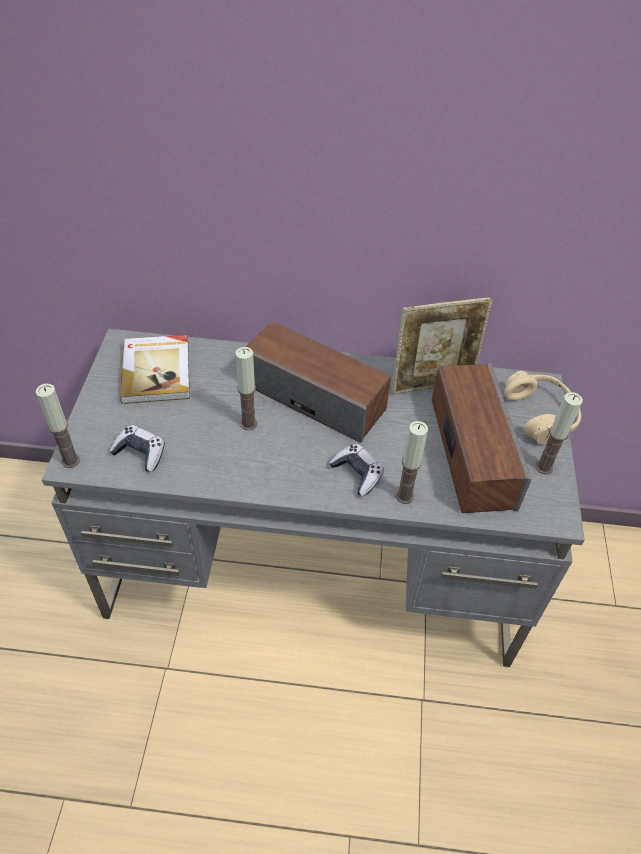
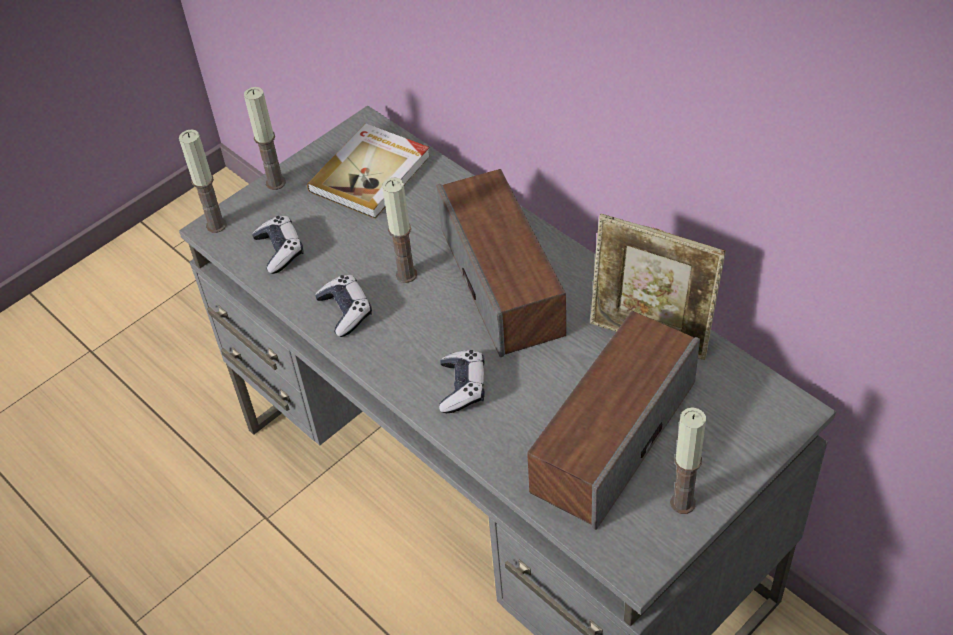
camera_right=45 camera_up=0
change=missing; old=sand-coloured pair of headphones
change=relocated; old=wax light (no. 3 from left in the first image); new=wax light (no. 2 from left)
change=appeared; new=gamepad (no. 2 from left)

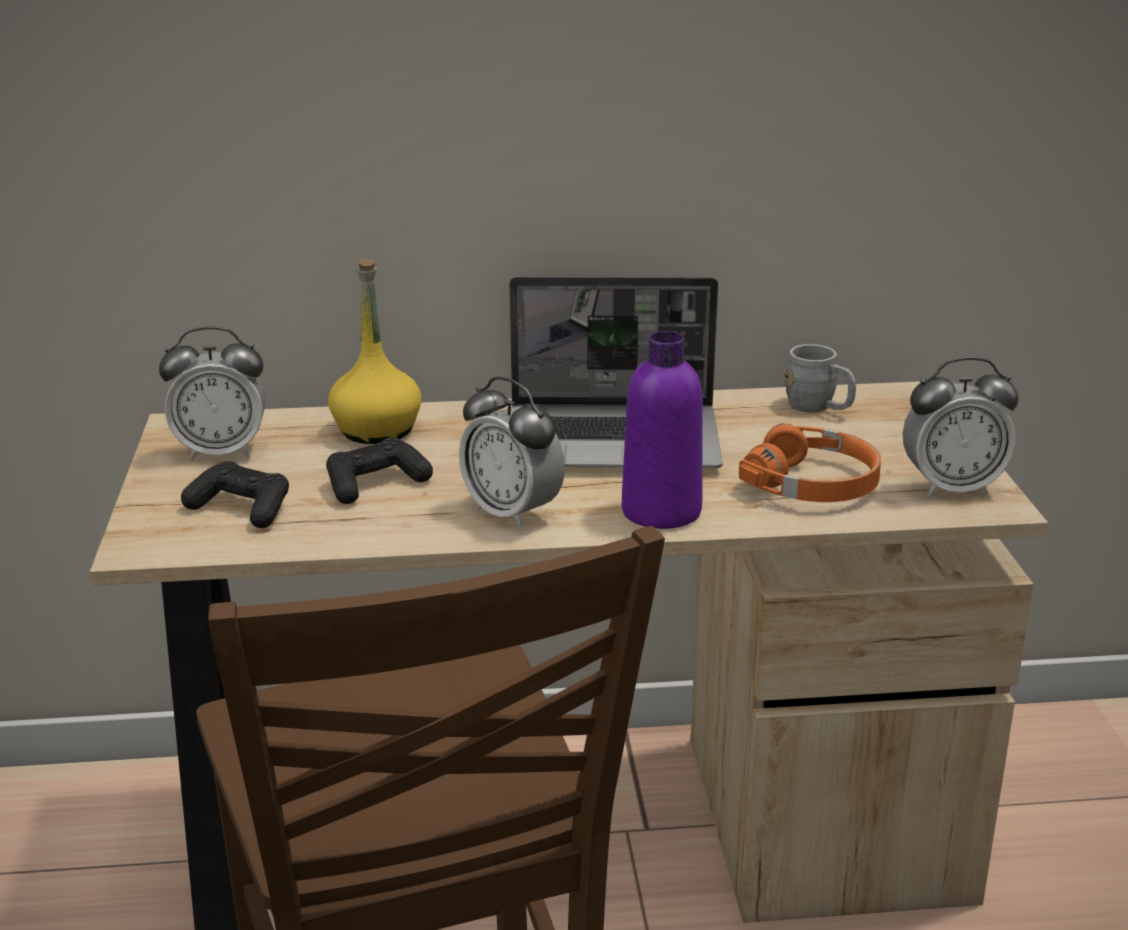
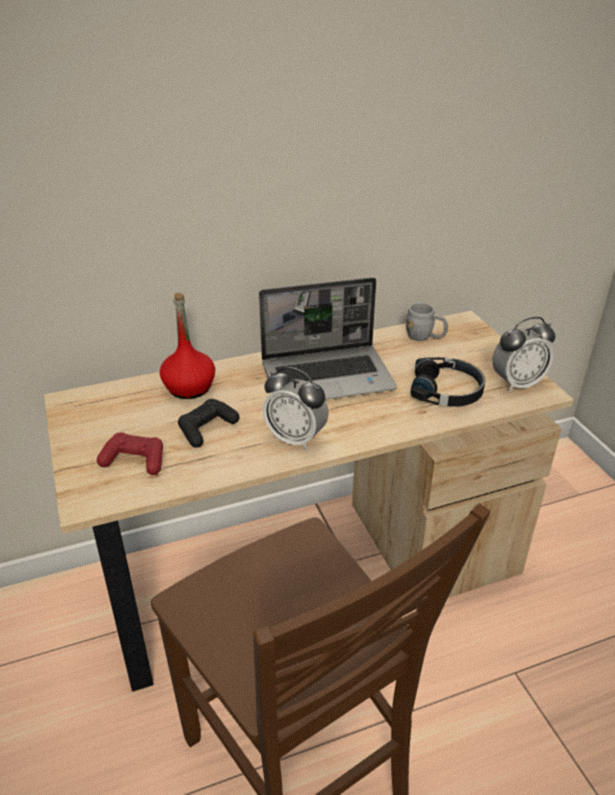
camera_right=-15 camera_up=10
change=colour; old=yellow-coloured bottle; new=red-coloured bottle
change=missing; old=alarm clock (no. 1 from left)
change=missing; old=purple-coloured bottle
change=colour; old=orange pair of headphones; new=blackish pair of headphones
change=colour; old=blackish gamepad (no. 1 from left); new=red-coloured gamepad

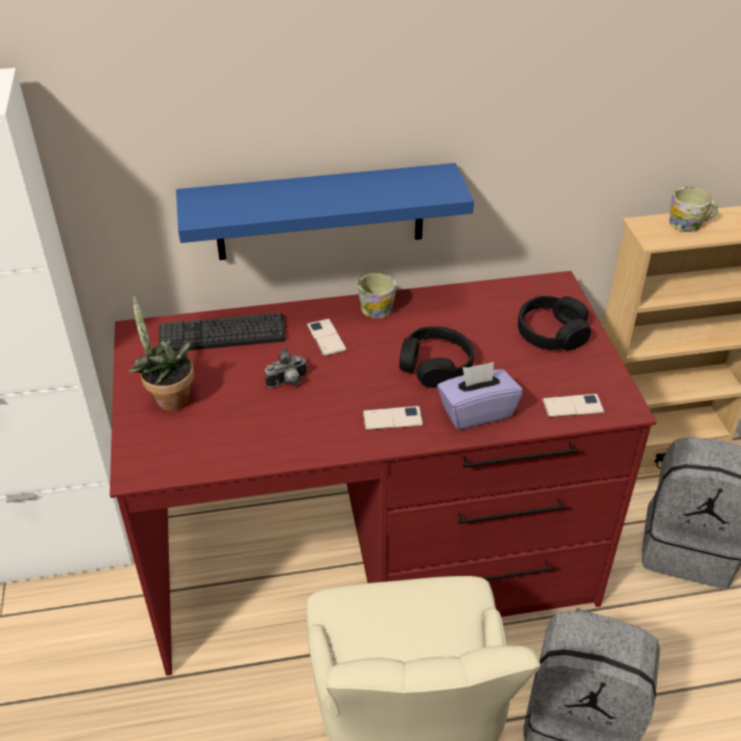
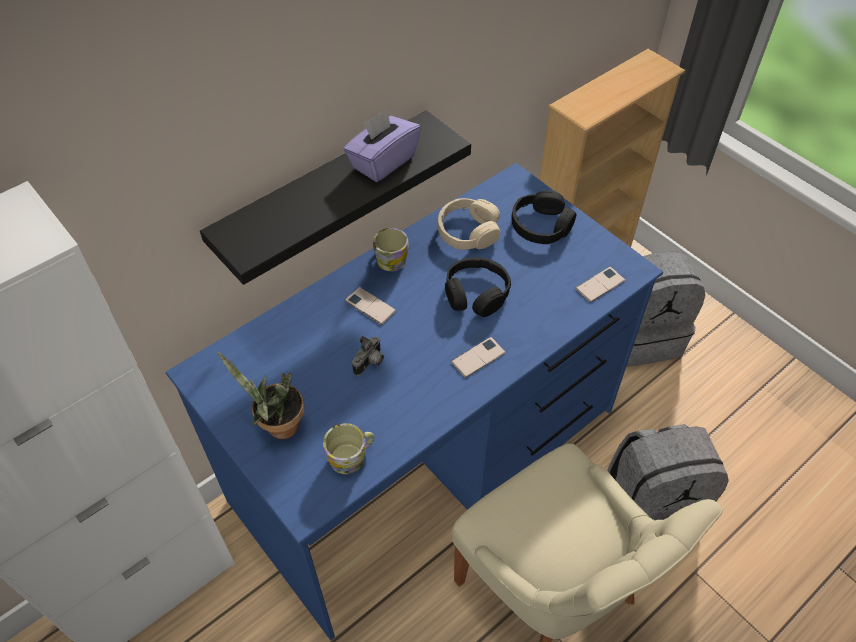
camera_right=-30 camera_up=10
change=colour; old=bluish wall shelf; new=blackish wall shelf
change=relocated; old=tea mug (no. 2 from left in the first image); new=tea mug (no. 1 from left)
change=colour; old=red-coloured desk table; new=bluish desk table
change=missing; old=keyboard
change=relocated; old=purple-coloured tissue box
change=appeared; new=sand-coloured pair of headphones

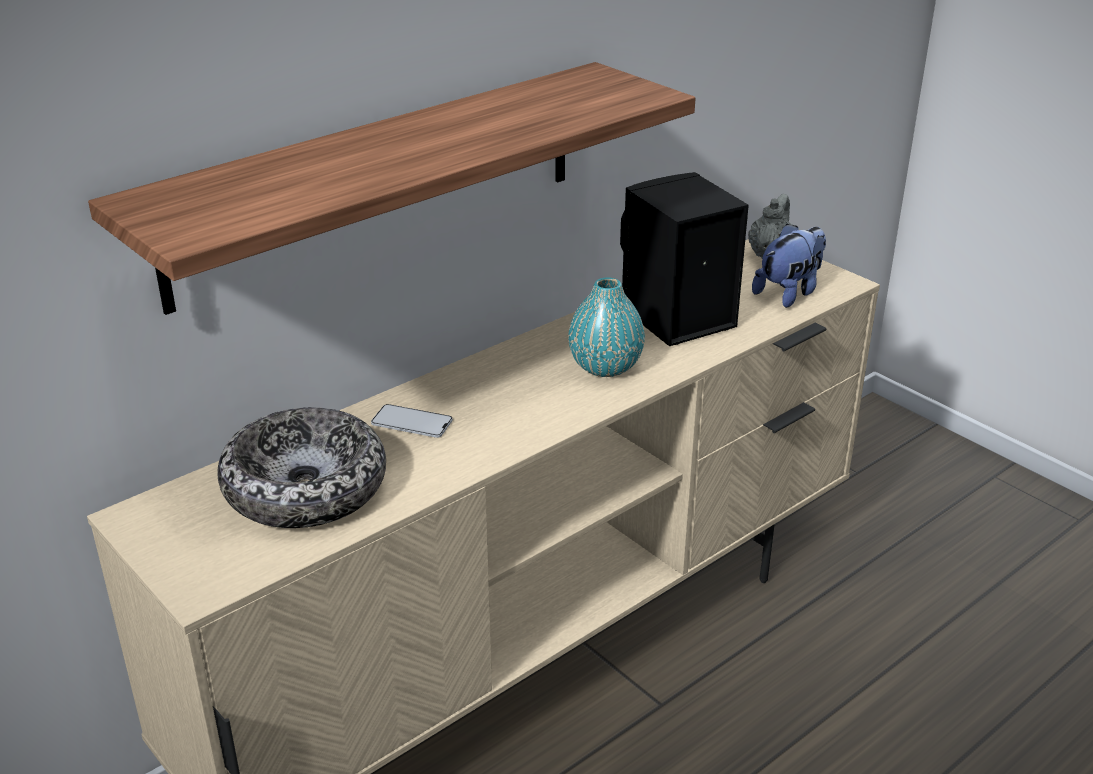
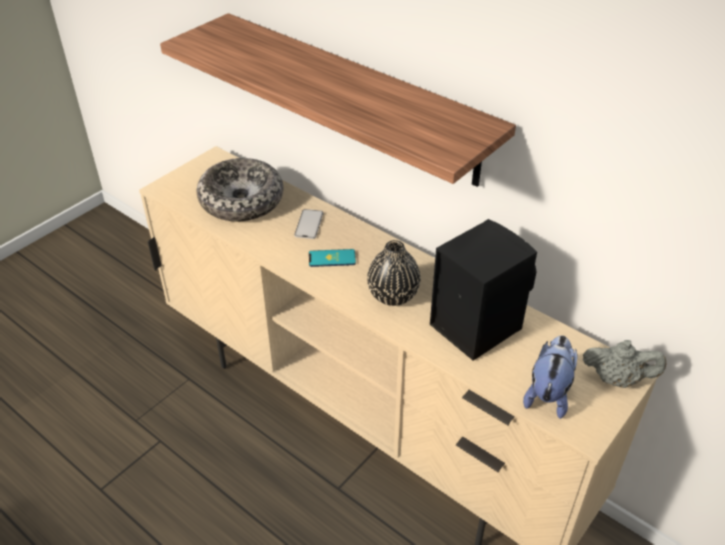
camera_right=80 camera_up=10
change=spun; old=soft toy; degrees=-105
change=colour; old=turquoise-coloured flower vase; new=blackish flower vase
change=appeared; new=telephone (no. 2 from left)

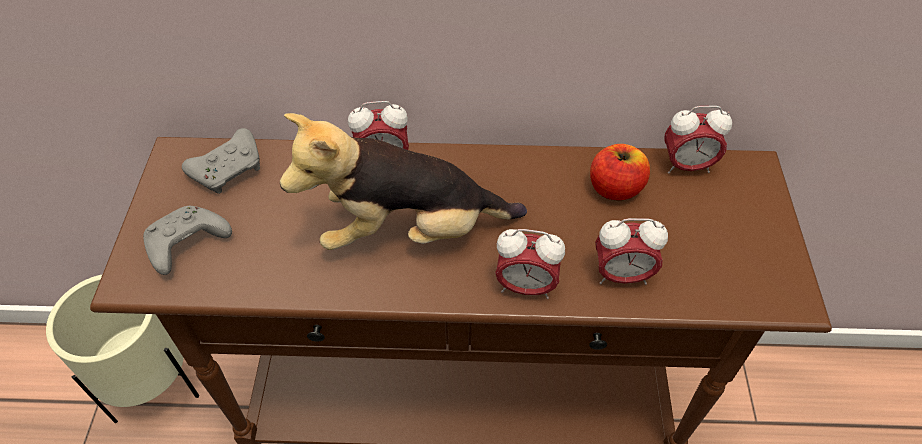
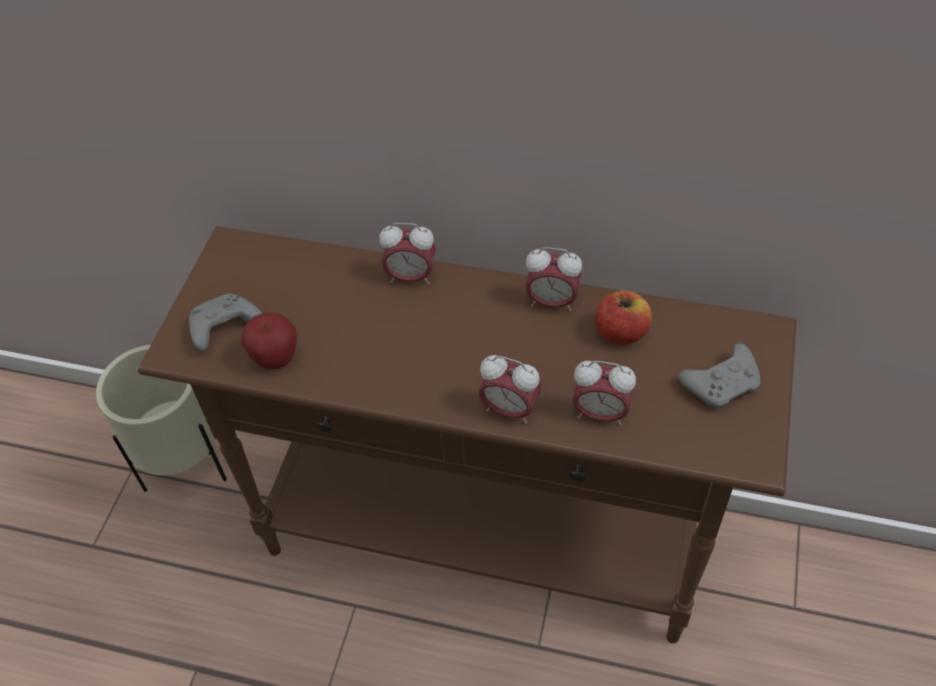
camera_right=15 camera_up=0
change=relocated; old=alarm clock (no. 4 from left in the first image); new=alarm clock (no. 3 from left)
change=missing; old=soft toy
change=relocated; old=grey gamepad (no. 2 from left)
change=appeared; new=apple (no. 1 from left)

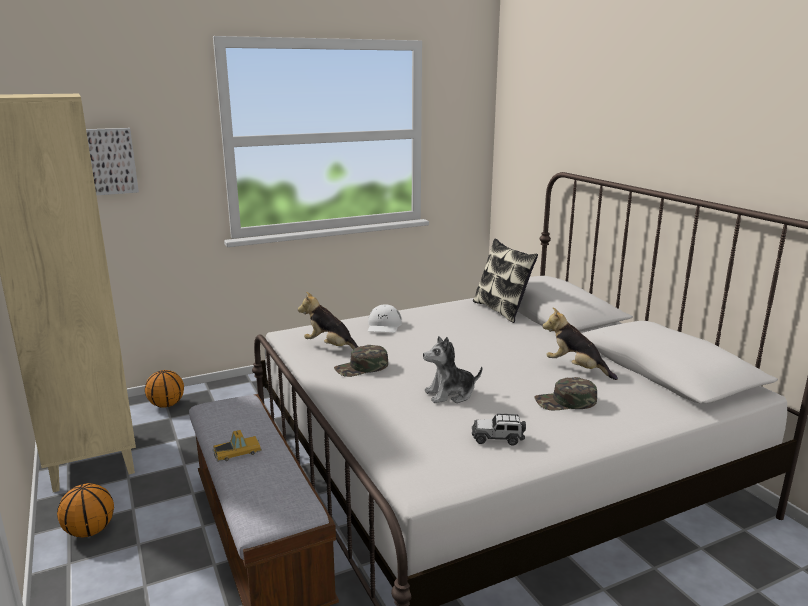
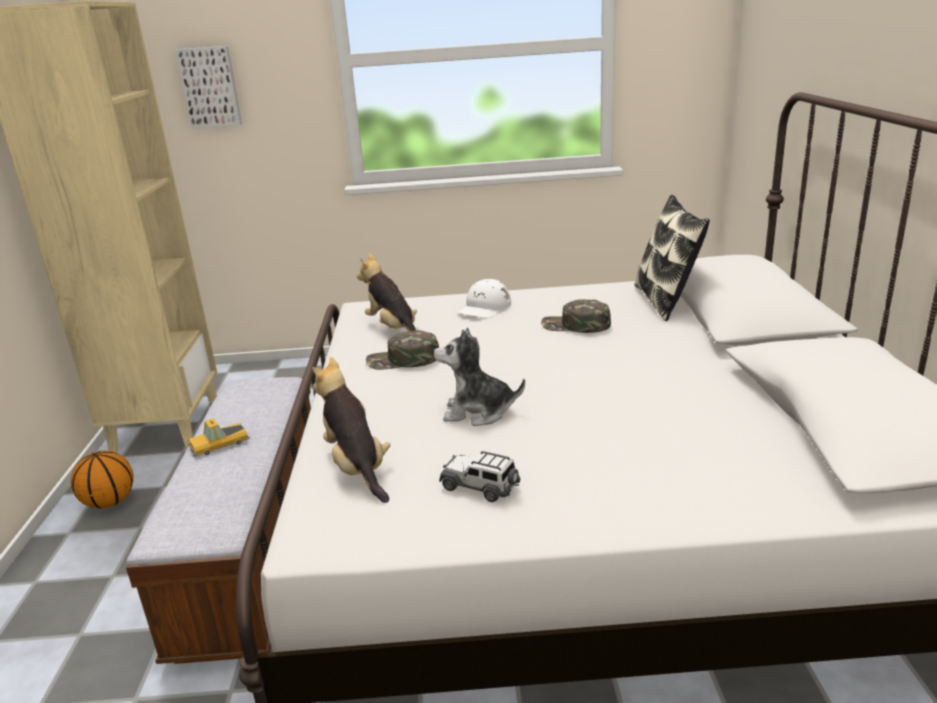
camera_right=25 camera_up=5
change=relocated; old=soft toy (no. 3 from left in the first image); new=soft toy (no. 1 from left)
change=missing; old=ball for basketball (no. 2 from left)
change=relocated; old=greenish peaked cap (no. 2 from left)
change=spun; old=miniature car (no. 1 from left); degrees=150

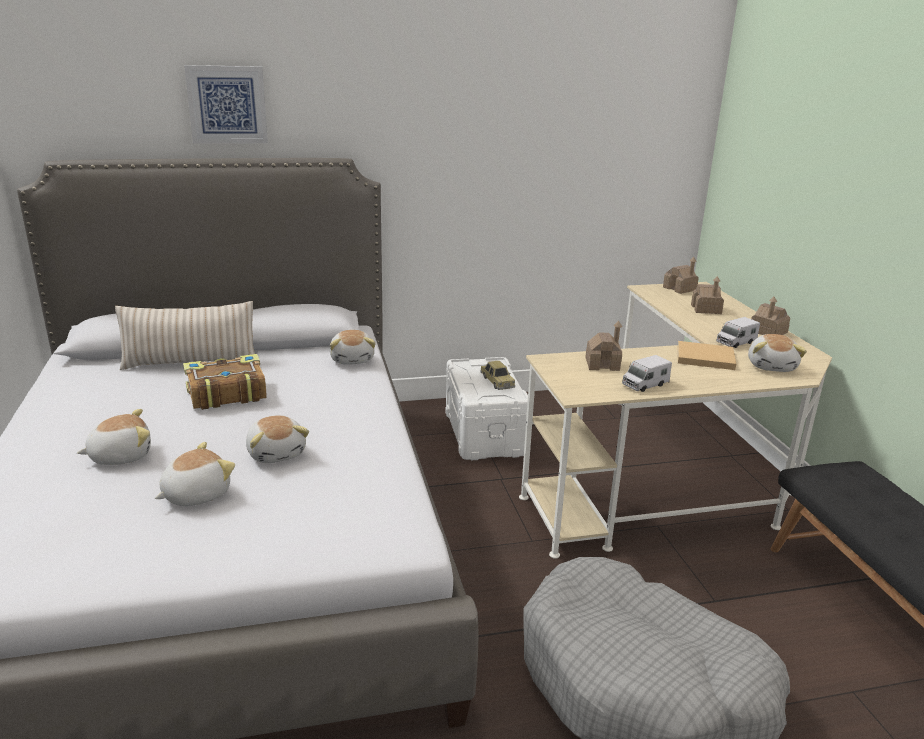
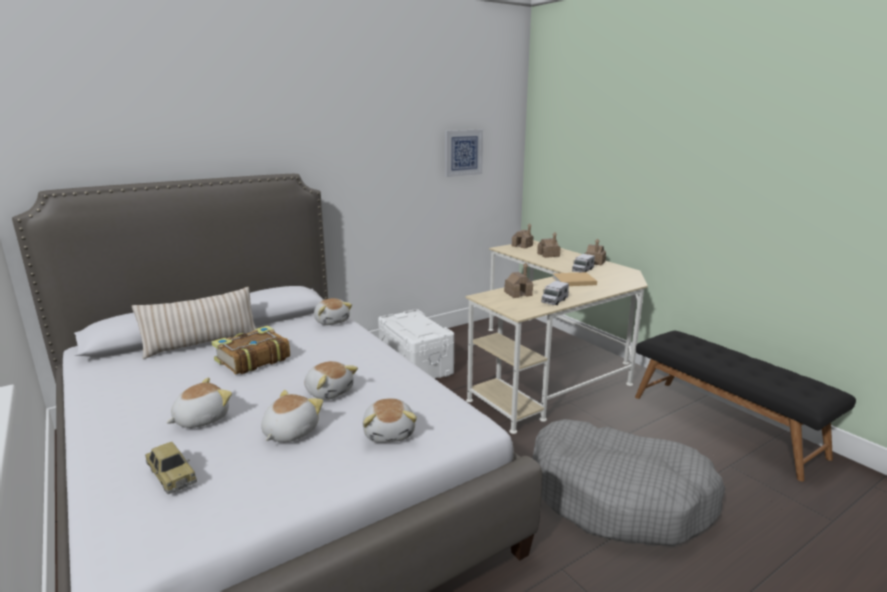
camera_right=-20 camera_up=-5
change=relocated; old=wall picture
change=relocated; old=soft toy (no. 5 from left)
change=relocated; old=miniature car

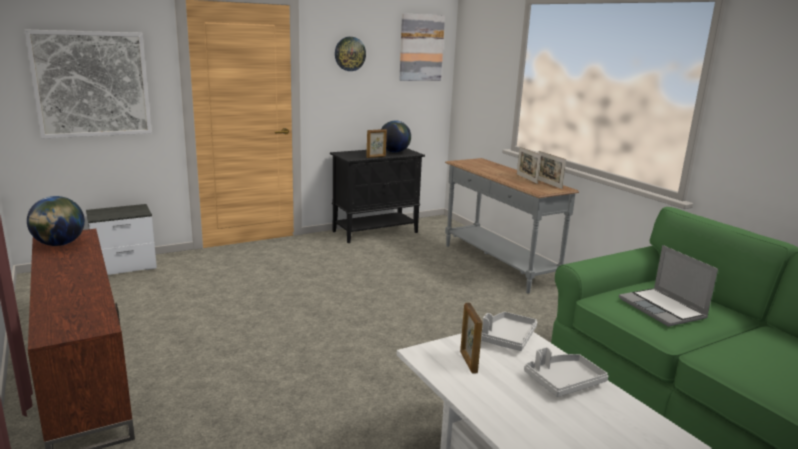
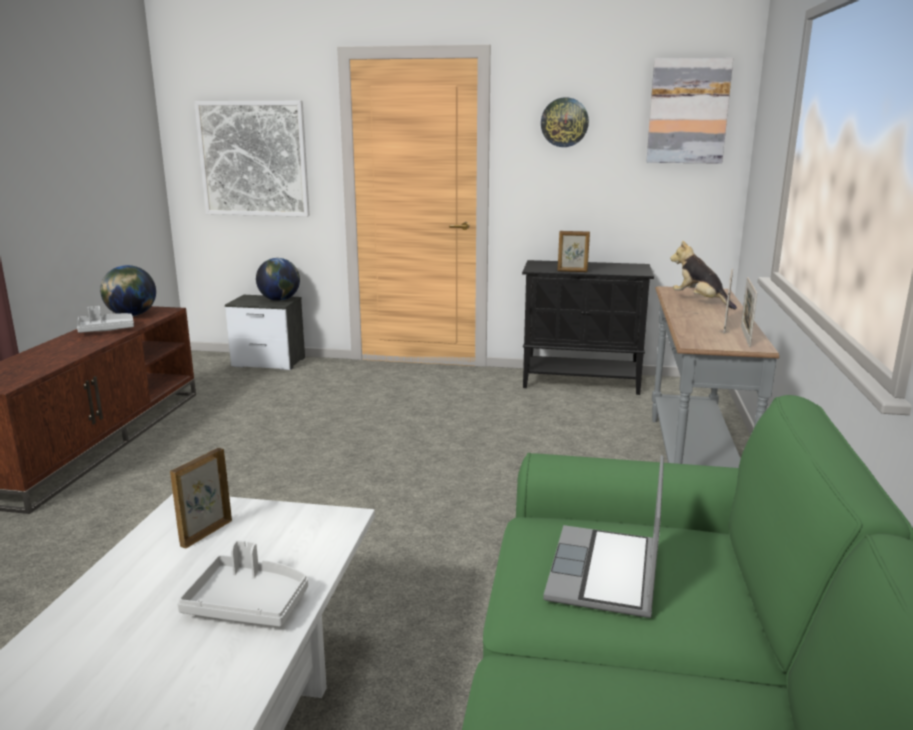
camera_right=40 camera_up=0
change=relocated; old=world globe (no. 2 from left)
change=relocated; old=grey carrying tray (no. 1 from left)
change=appeared; new=soft toy

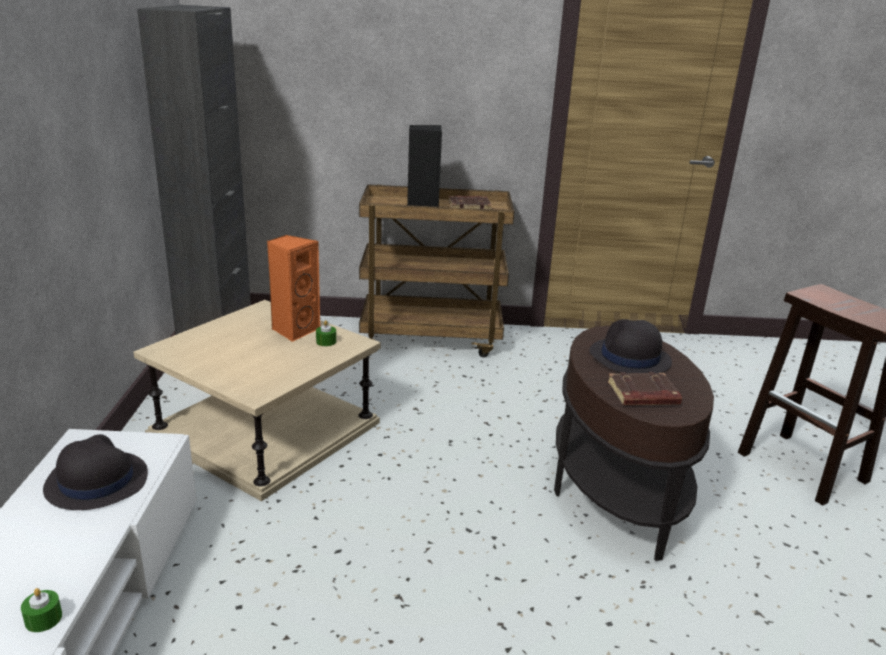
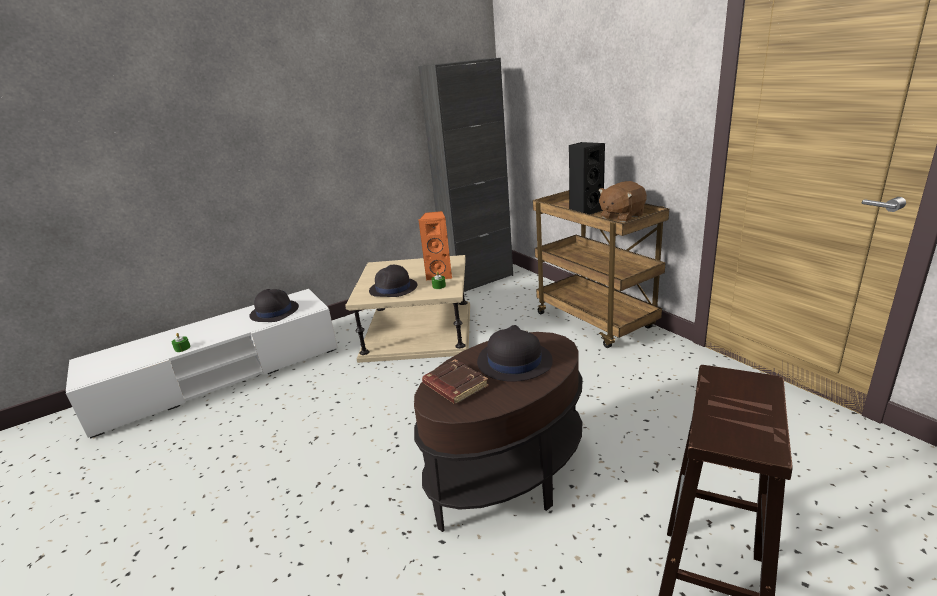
camera_right=60 camera_up=0
change=exchanged; old=brown bound book (no. 1 from left); new=brown soft toy
change=appeared; new=blackish wearable hat (no. 2 from left)

